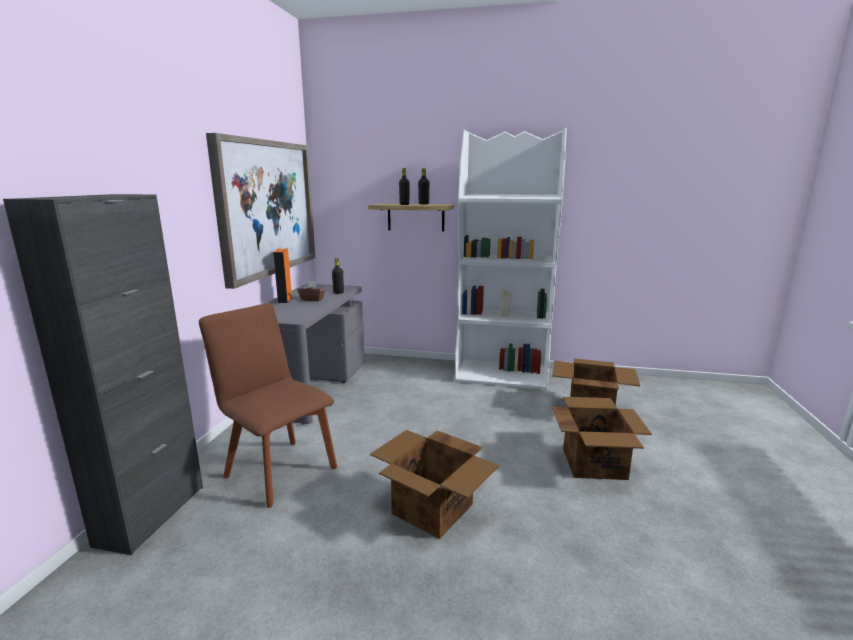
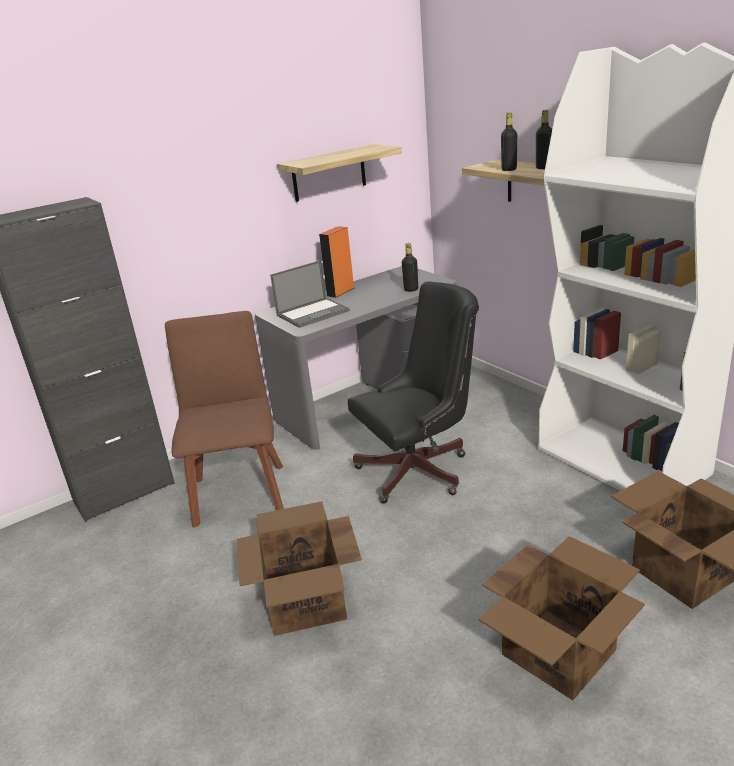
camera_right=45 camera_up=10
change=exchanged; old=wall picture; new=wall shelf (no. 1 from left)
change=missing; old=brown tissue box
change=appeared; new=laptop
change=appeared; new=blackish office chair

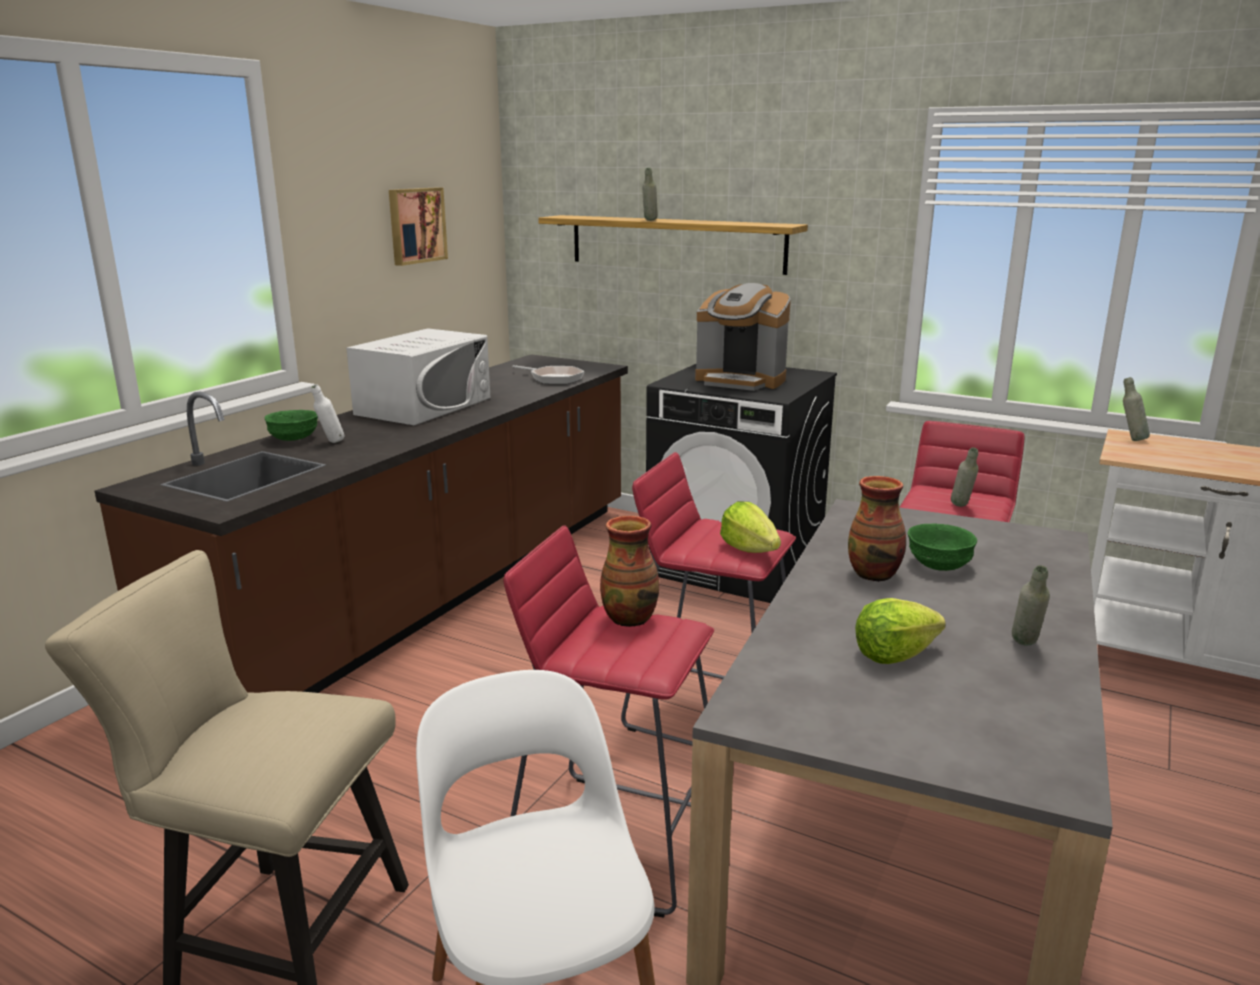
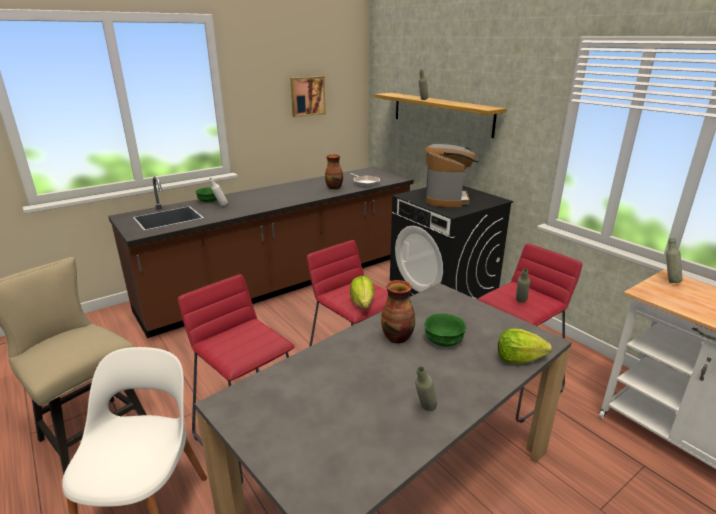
camera_right=25 camera_up=5
change=spun; old=coffee maker; degrees=-135
change=missing; old=white kitchen microwave
change=relocated; old=flower vase (no. 1 from left)
change=relocated; old=head of lettuce (no. 2 from left)

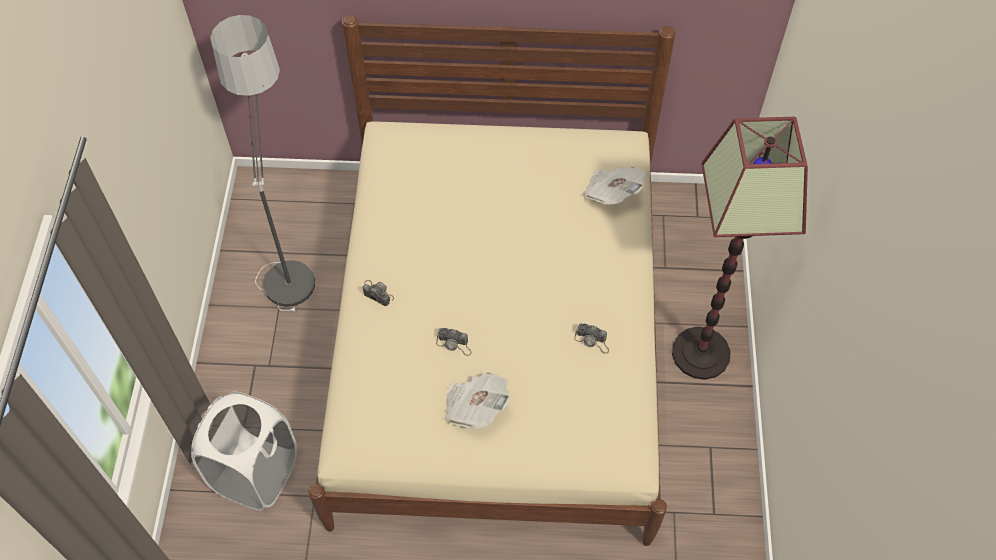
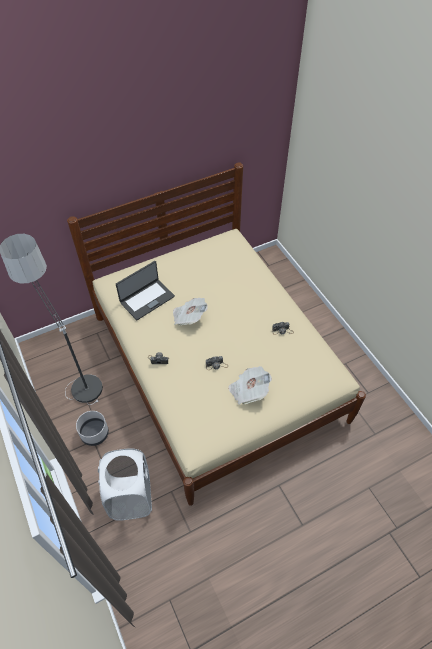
camera_right=-30 camera_up=-5
change=missing; old=floor lamp (no. 2 from left)
change=relocated; old=newspaper (no. 2 from left in the first image); new=newspaper (no. 1 from left)
change=appeared; new=laptop
change=appeared; new=grey flower pot

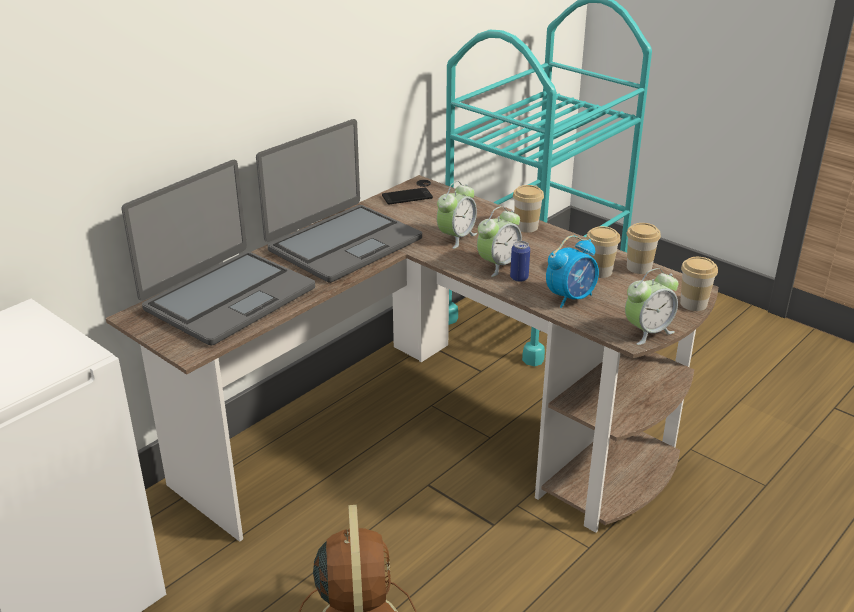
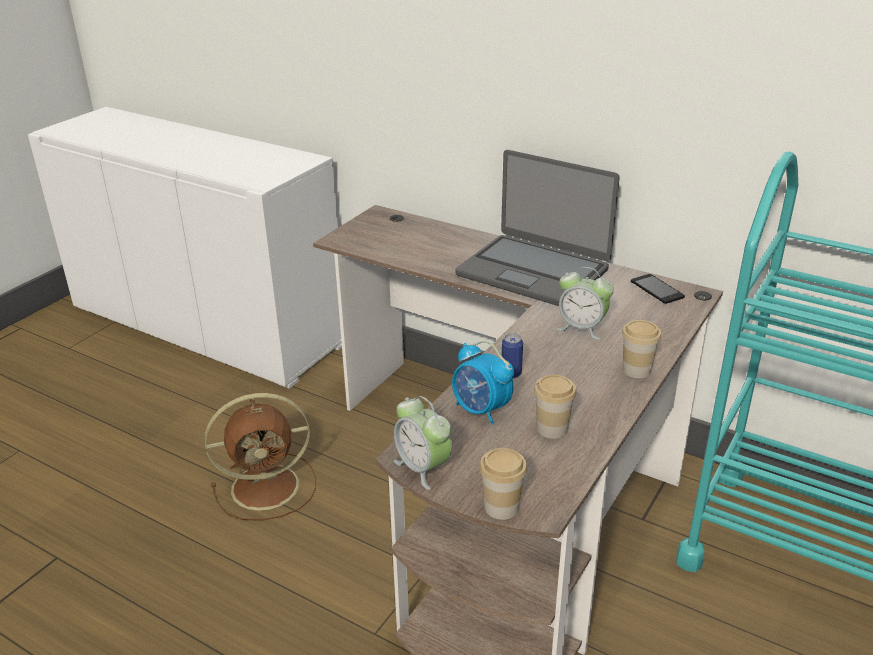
camera_right=80 camera_up=0
change=missing; old=laptop (no. 1 from left)
change=missing; old=alarm clock (no. 2 from left)
change=missing; old=small cup (no. 3 from left)

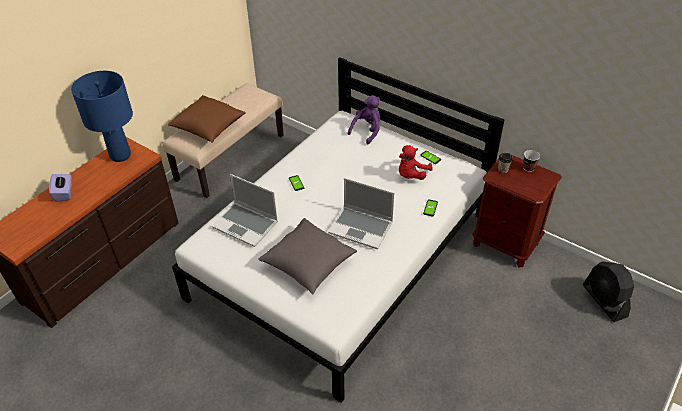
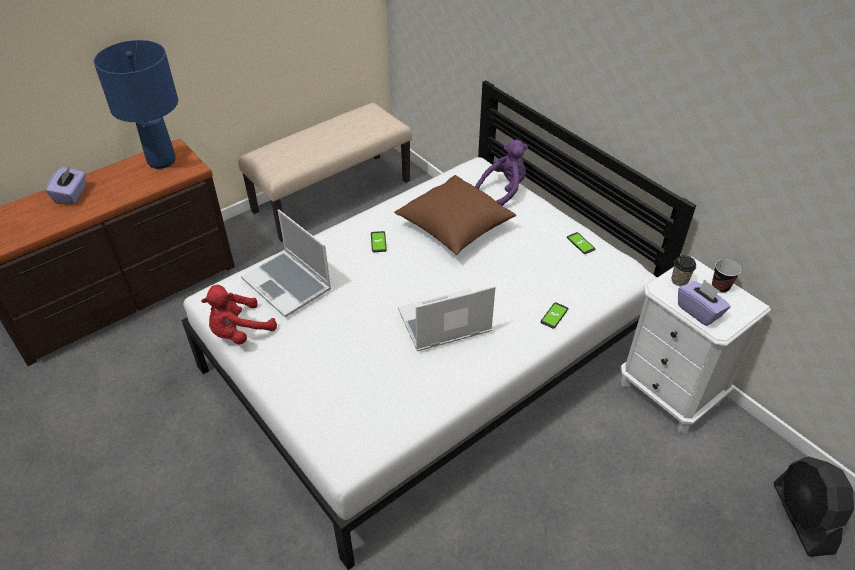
camera_right=15 camera_up=0
change=relocated; old=brown throw pillow
change=relocated; old=red-coloured soft toy
change=colour; old=brown night table; new=white night table
change=spun; old=laptop (no. 2 from left); degrees=120
change=missing; old=grey throw pillow
change=appeared; new=purple-coloured tissue box (no. 2 from left)

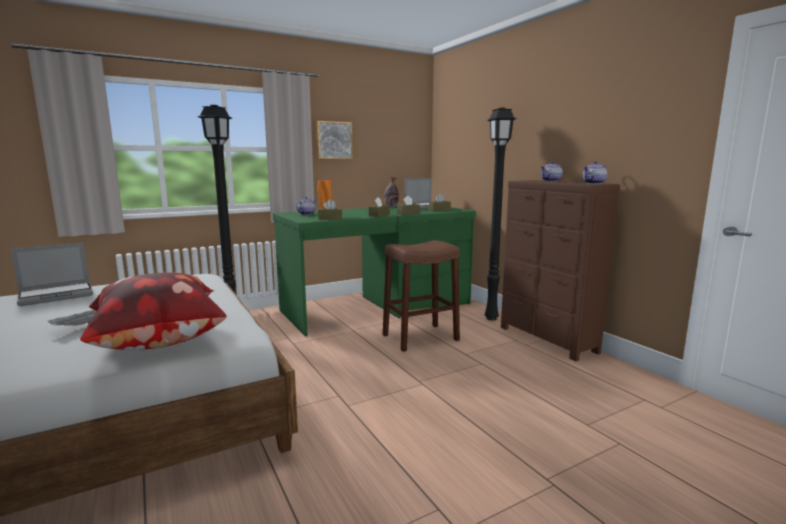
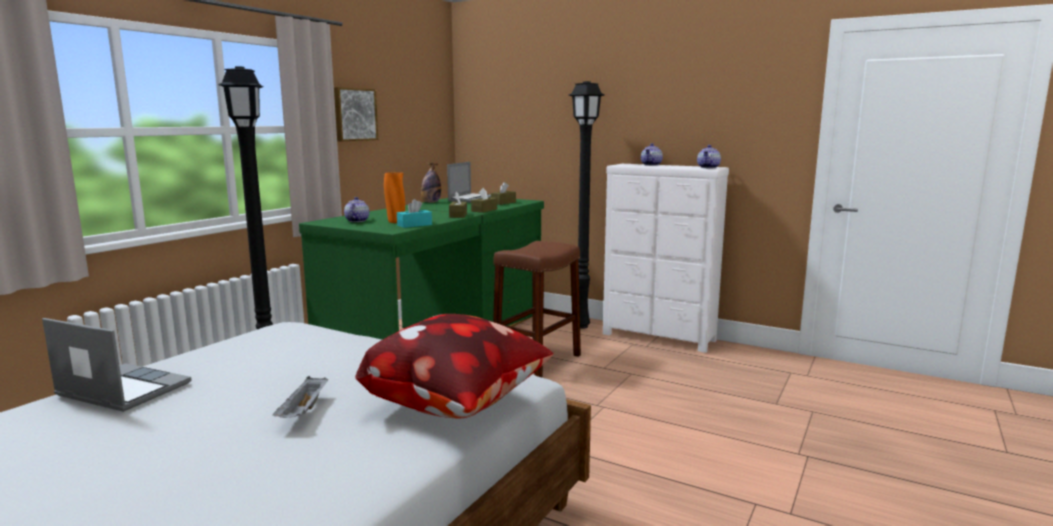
camera_right=-30 camera_up=0
change=colour; old=brown dresser; new=white dresser
change=colour; old=brown tissue box (no. 1 from left); new=turquoise-coloured tissue box
change=spun; old=laptop (no. 1 from left); degrees=-90

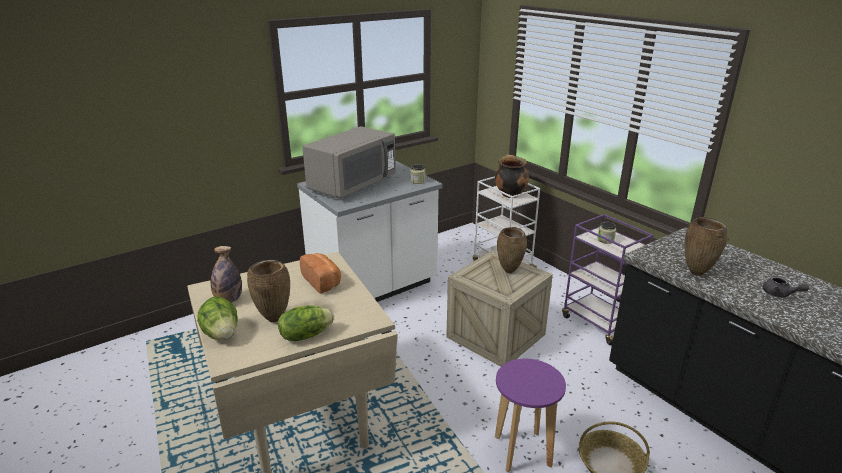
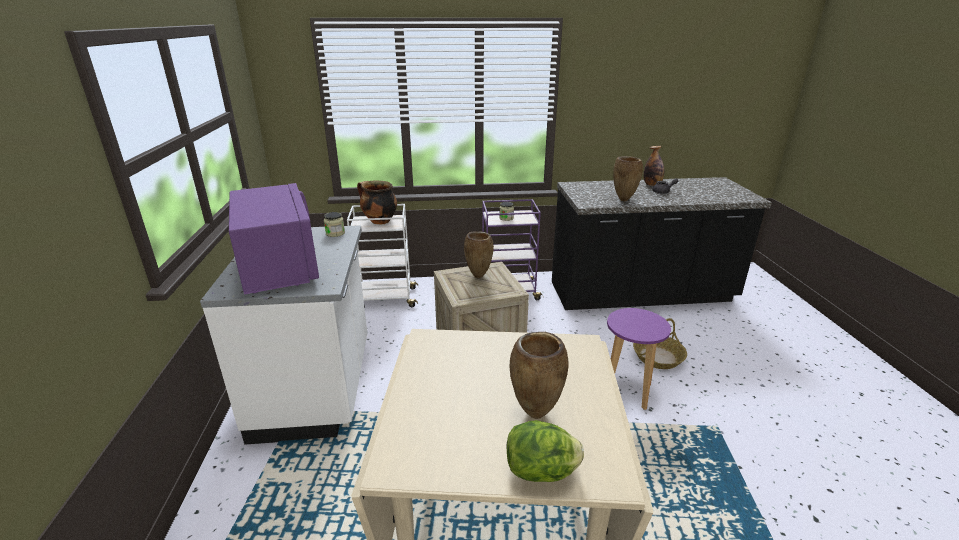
camera_right=-60 camera_up=0
change=colour; old=grey kitchen microwave; new=purple-coloured kitchen microwave
change=relocated; old=bottle
change=missing; old=baked bread
change=missing; old=head of lettuce (no. 2 from left)

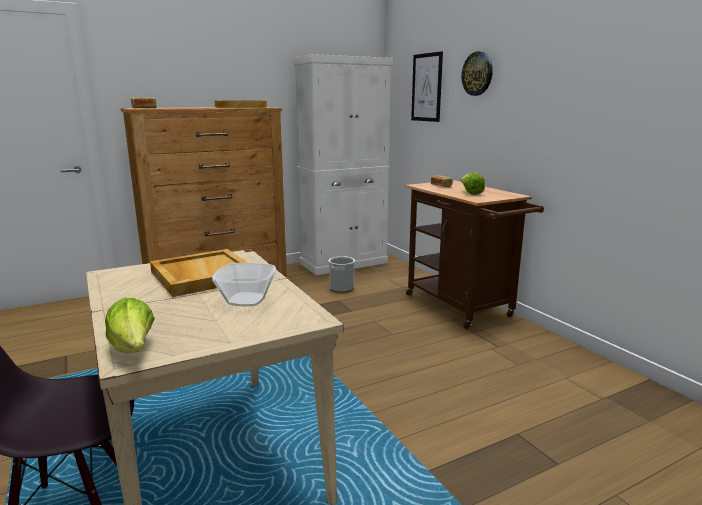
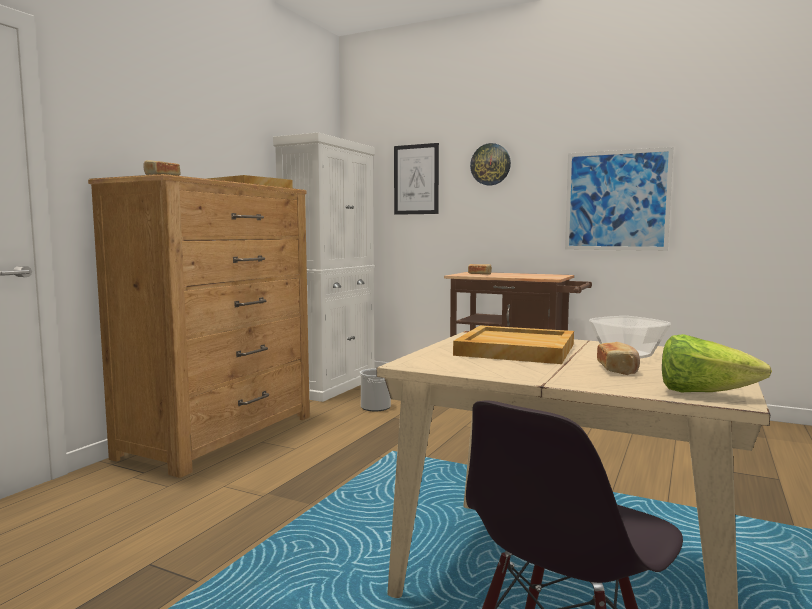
camera_right=-35 camera_up=-10
change=missing; old=head of lettuce (no. 2 from left)
change=appeared; new=wall picture (no. 2 from left)
change=appeared; new=baked bread (no. 3 from left)

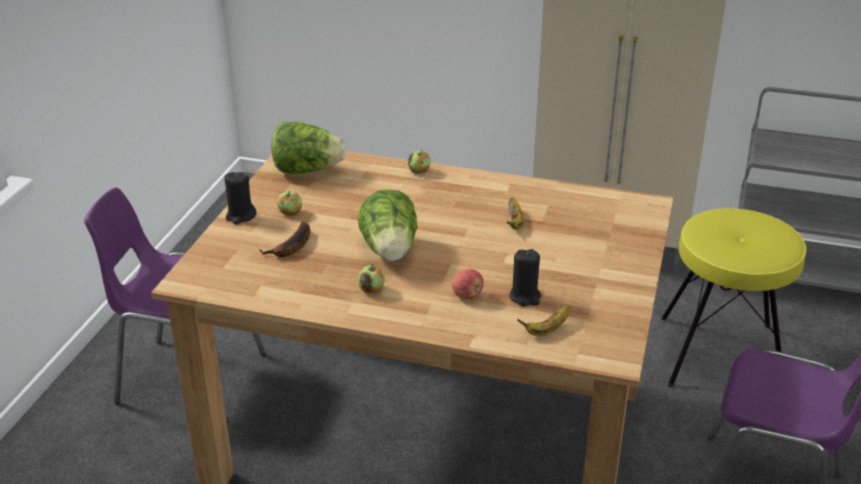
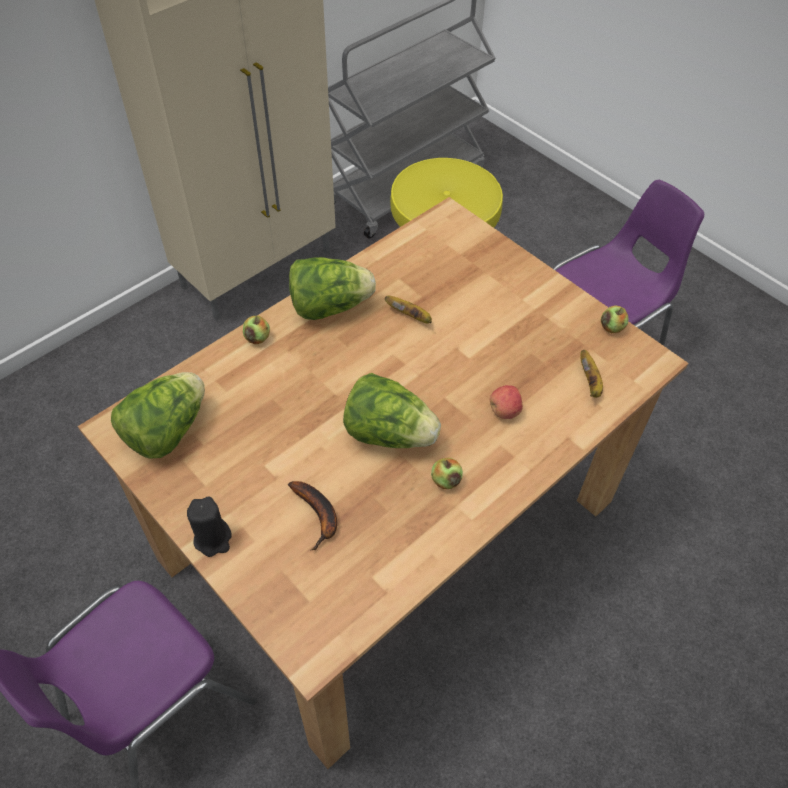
camera_right=-60 camera_up=20
change=relocated; old=apple (no. 1 from left in the first image); new=apple (no. 4 from left)
change=missing; old=blackish wax light (no. 2 from left)
change=appeared; new=head of lettuce (no. 2 from left)

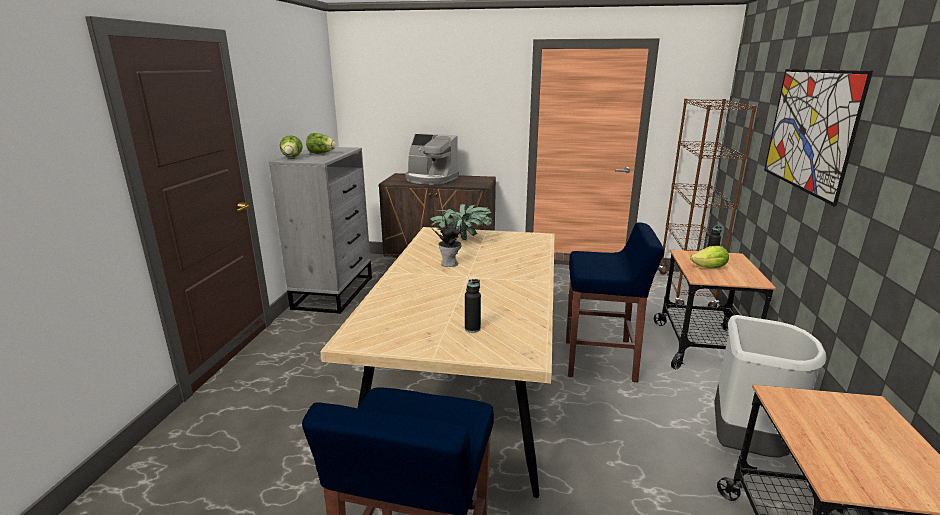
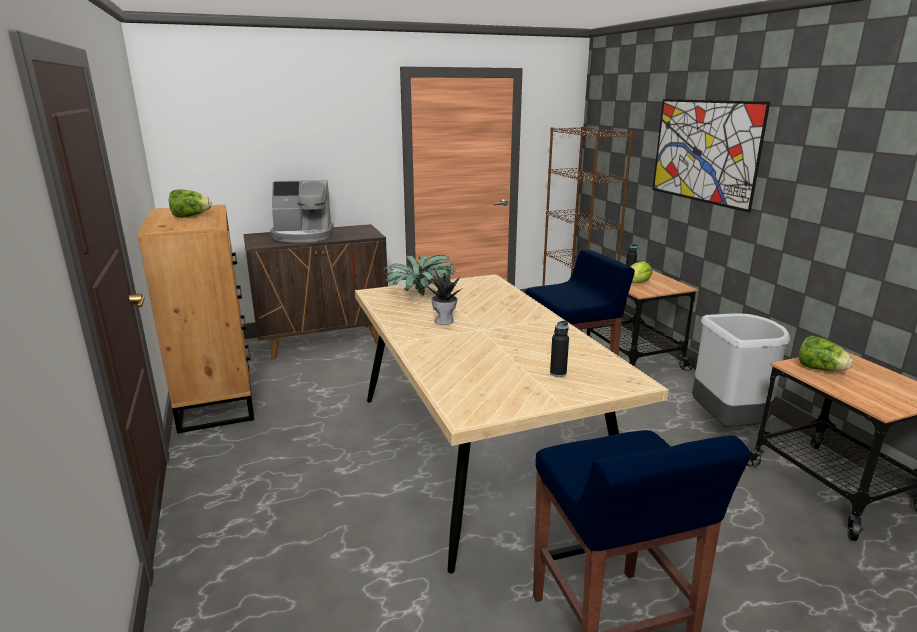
camera_right=-30 camera_up=0
change=relocated; old=head of lettuce (no. 1 from left in the first image); new=head of lettuce (no. 3 from left)
change=colour; old=grey dresser; new=brown dresser

